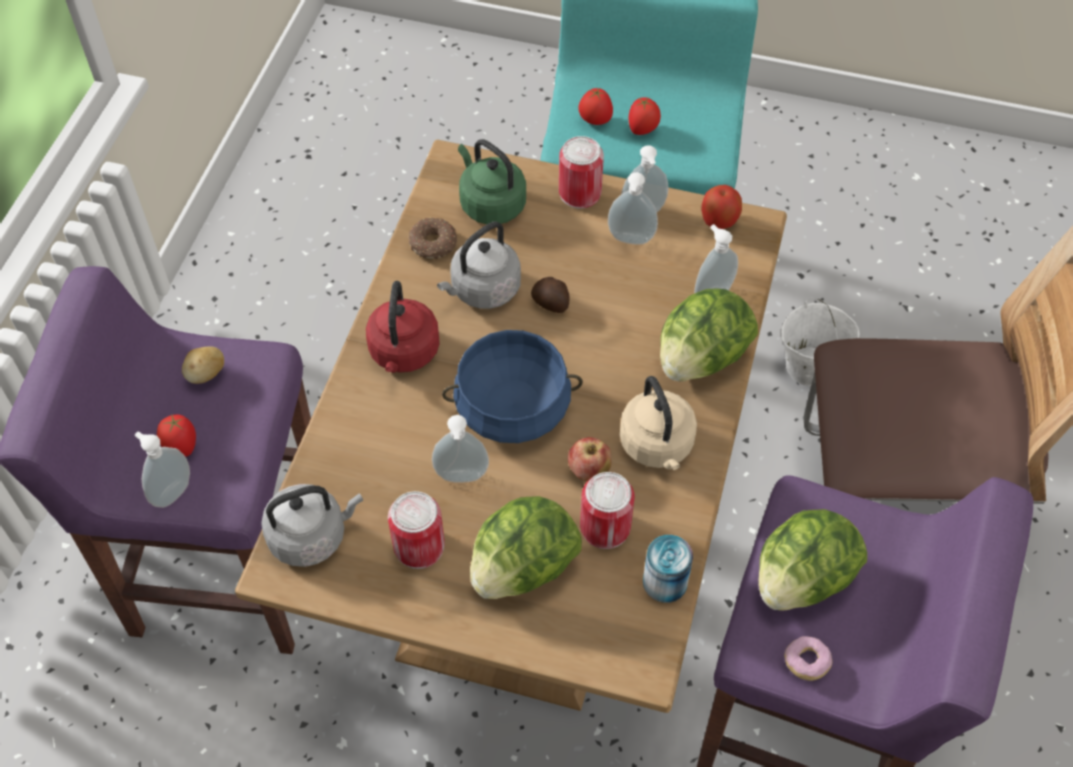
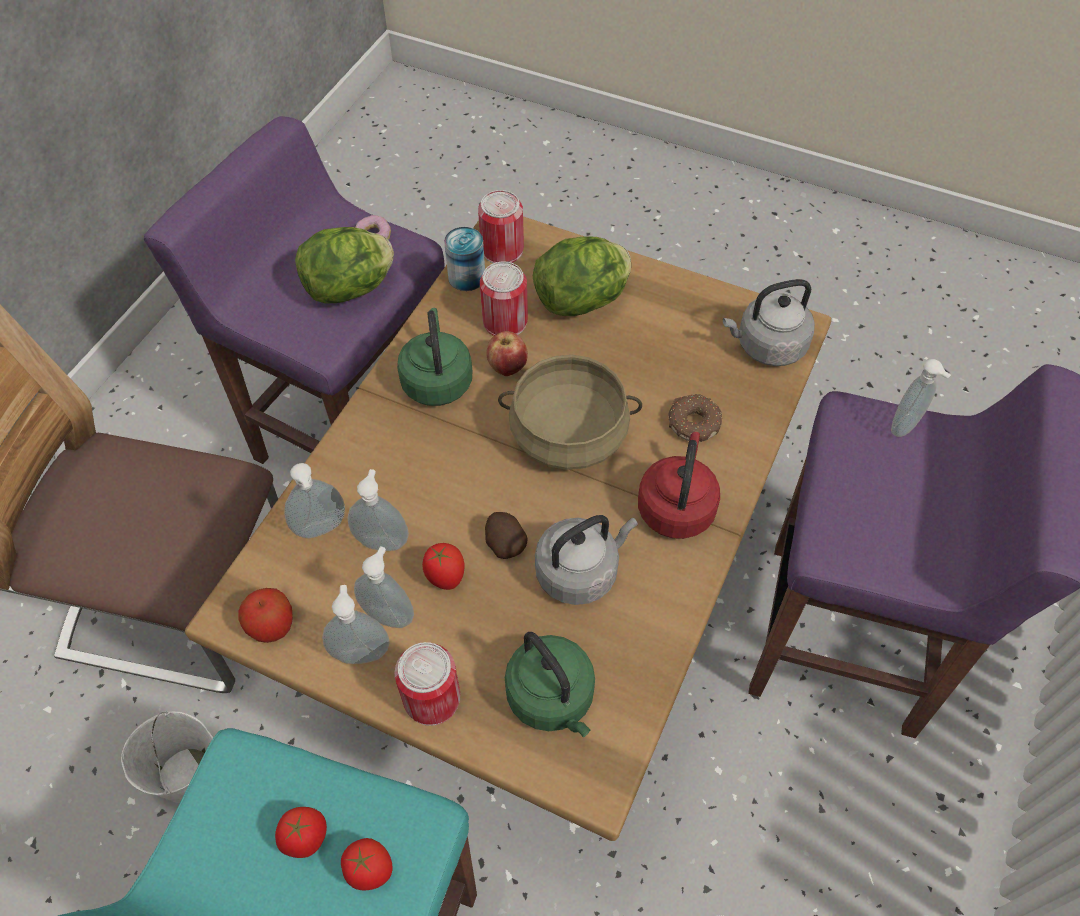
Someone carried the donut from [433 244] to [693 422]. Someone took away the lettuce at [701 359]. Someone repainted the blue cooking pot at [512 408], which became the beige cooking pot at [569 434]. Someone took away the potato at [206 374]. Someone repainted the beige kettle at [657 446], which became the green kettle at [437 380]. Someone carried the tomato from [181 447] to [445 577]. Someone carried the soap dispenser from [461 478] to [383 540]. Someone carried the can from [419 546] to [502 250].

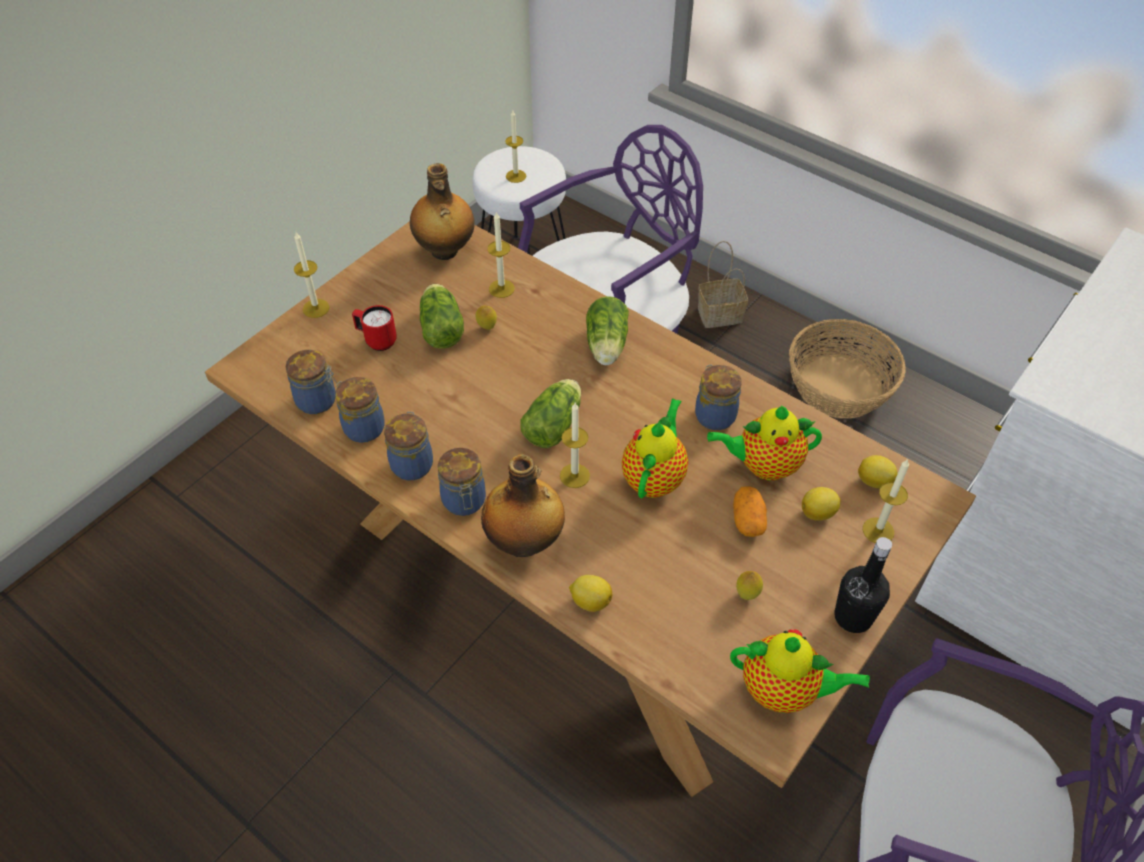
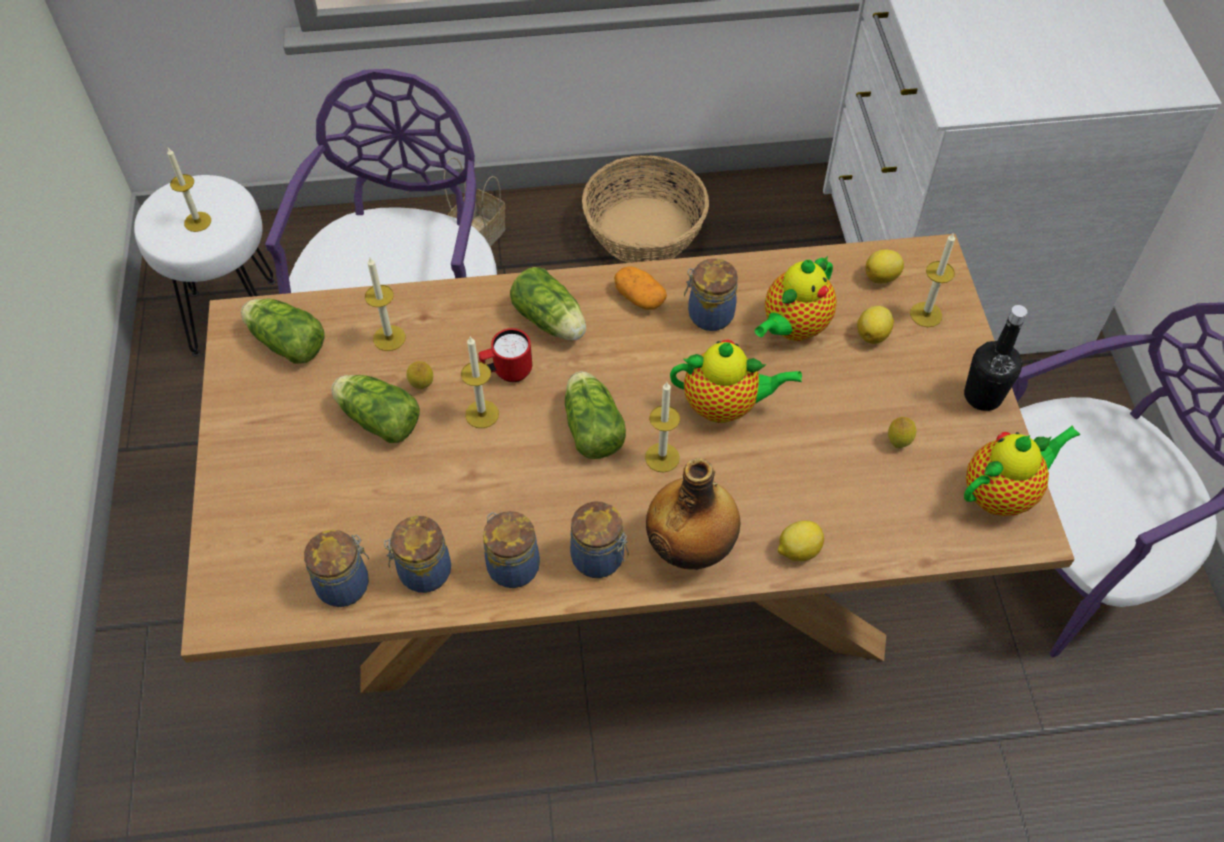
Someone swapped the bottle at [445 251] for the lettuce at [285 341]. Someone carried the candle from [316 308] to [482 414]. Someone carried the red mug from [376 340] to [507 372]. Someone rotated the teapot at [654 477] by 120 degrees clockwise. Someone carried the potato from [748 520] to [639 298].

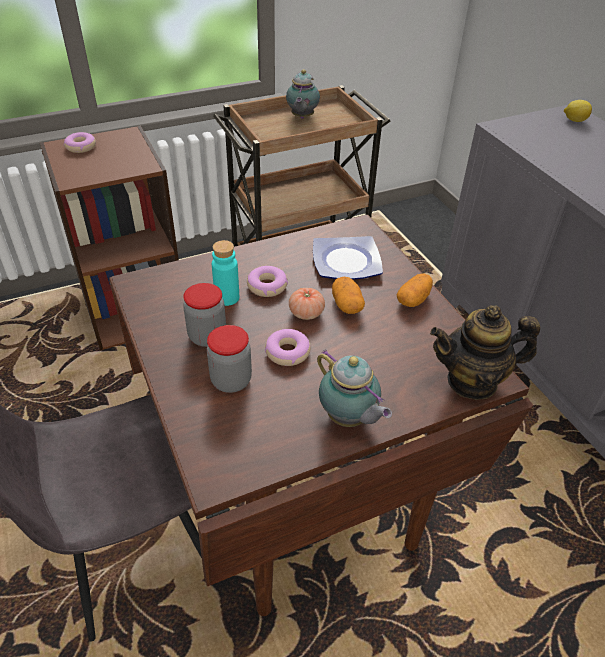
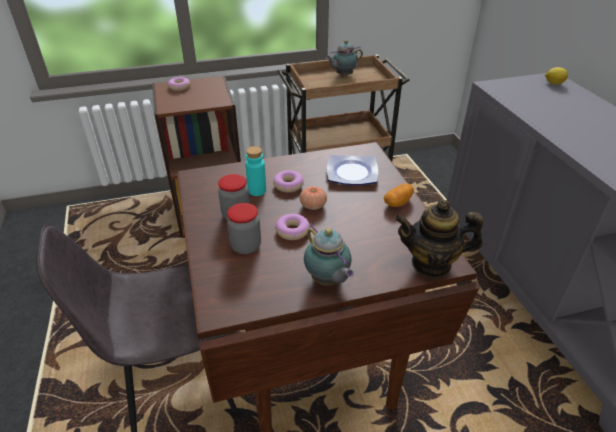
Someone rotated the teapot at [301 117] by 45 degrees clockwise. Someone took away the potato at [346 305].

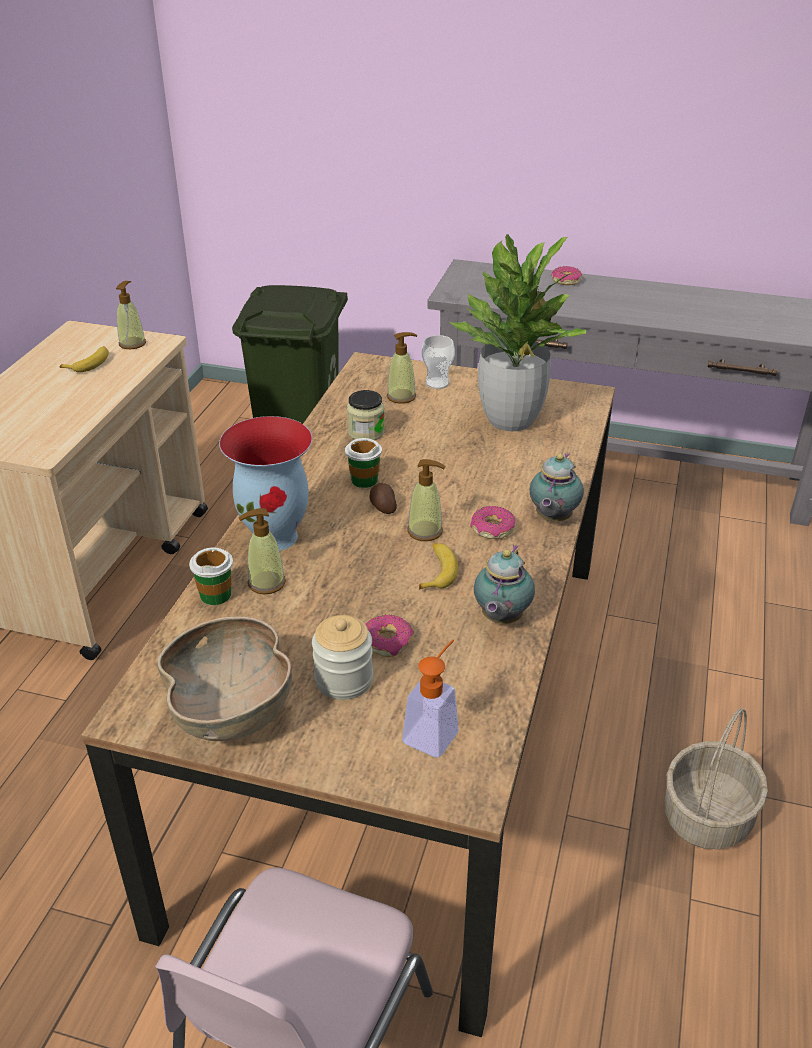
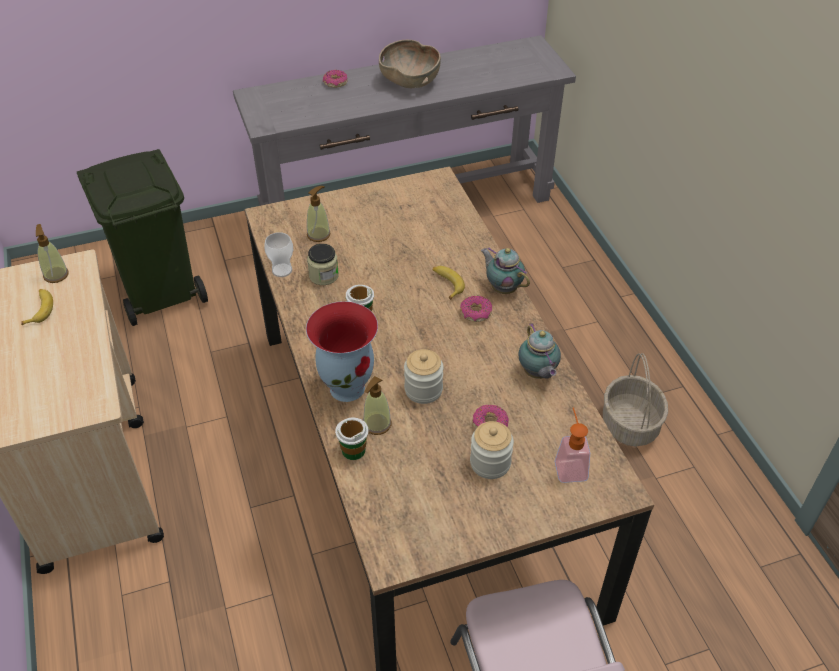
Someone took away the potted plant at [511 419]. Someone carried the cup from [437 383] to [282 270]. Someone rotated the teapot at [552 519] by 150 degrees clockwise. Someone took away the soap dispenser at [425 531]. Someone took away the potato at [383 507]. Someone carried the banana from [437 571] to [447 284]. Someone carried the brown bowl from [231 709] to [410 81]. Someone put down the jar at [423 390].

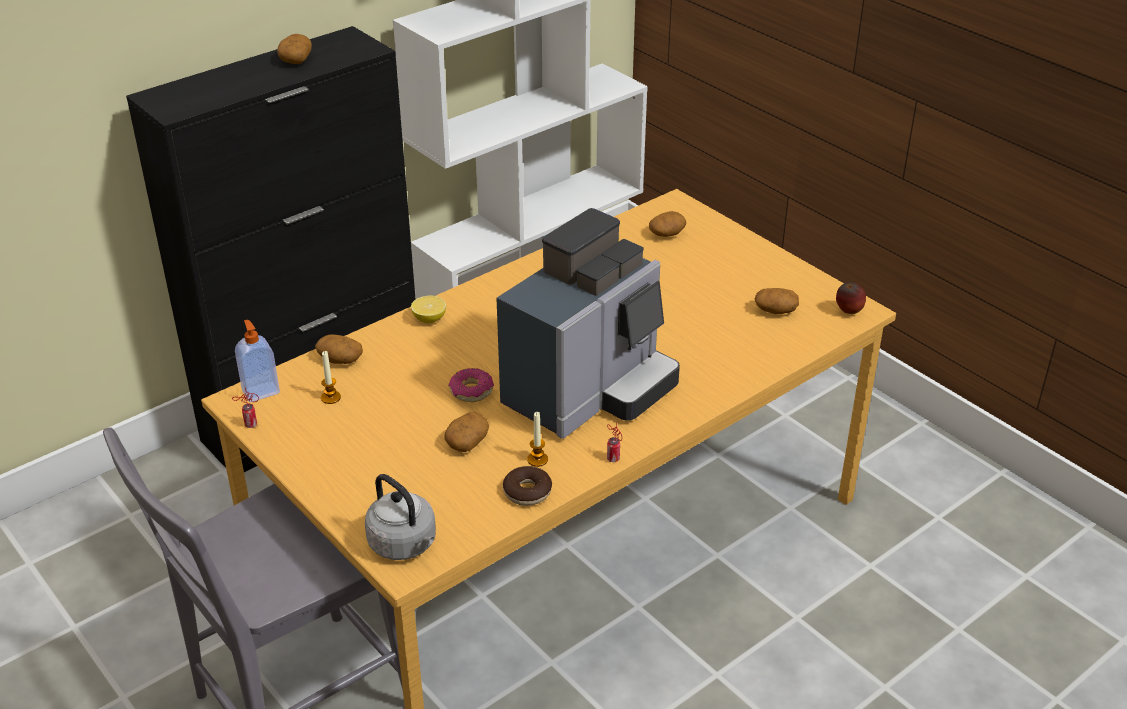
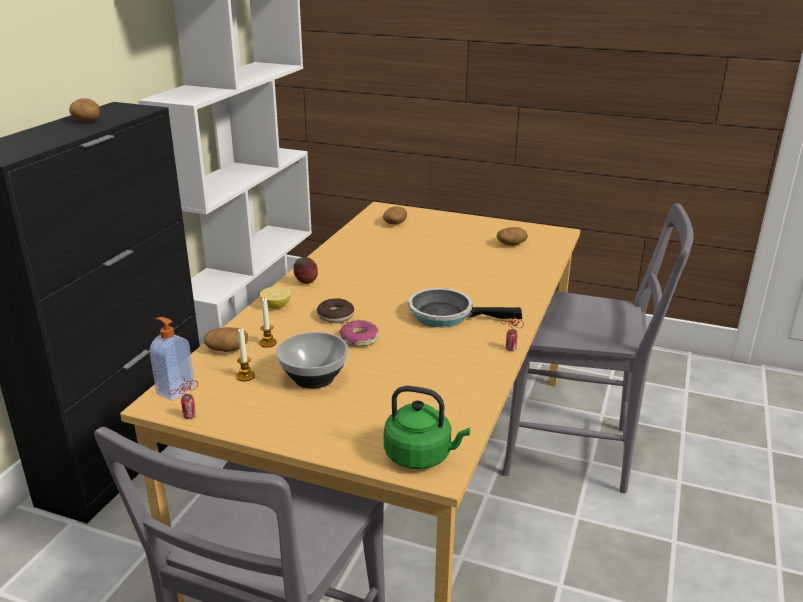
Someone swapped the coffee machine at [590 391] for the frying pan at [446 315]. Someone carried the apple from [848 312] to [306 283]. Someone took away the potato at [467 442]. Someone carried the candle from [537 459] to [268 343]. Someone carried the donut from [527 492] to [335 316]. Someone repainted the grey kettle at [405 545], which became the green kettle at [421 456]. Someone put down the grey chair at [575 452]. Someone put down the bowl at [313 378].

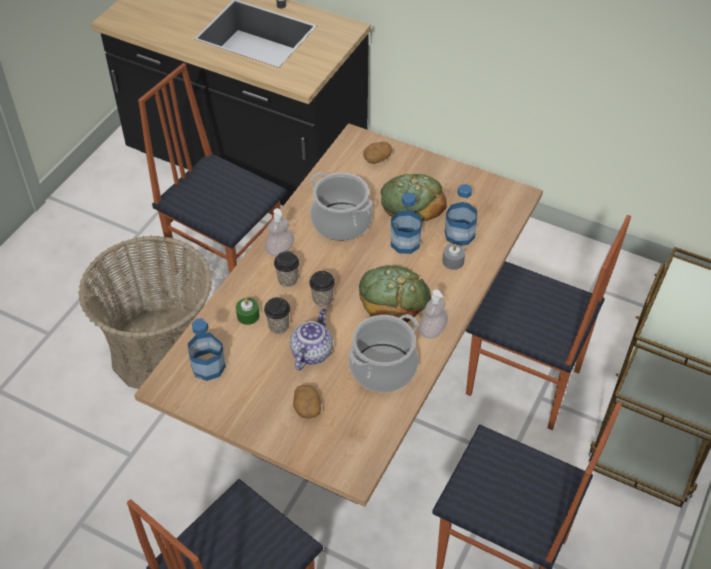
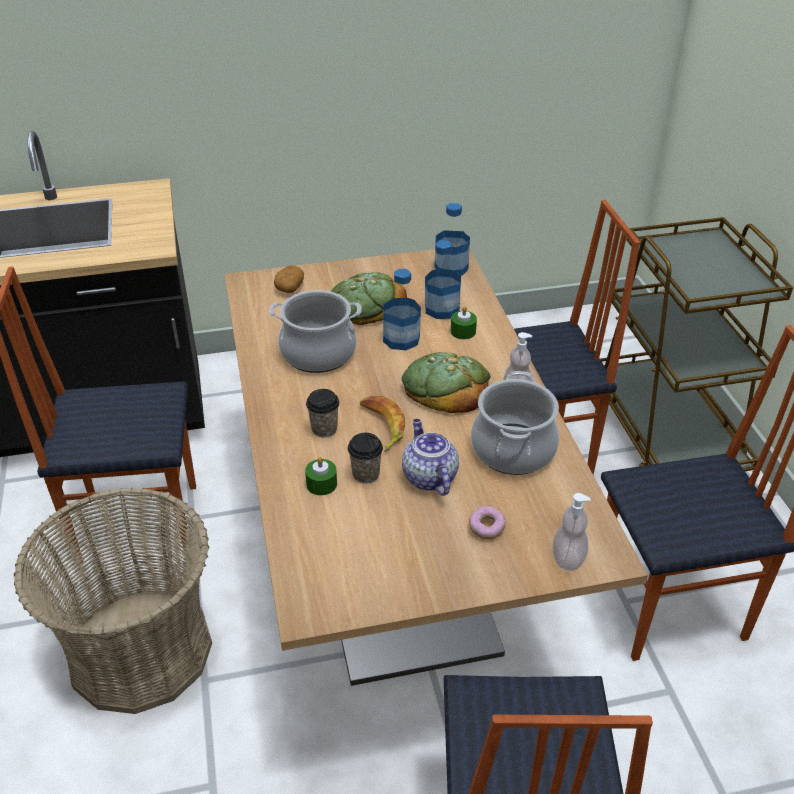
Someone carried the soap dispenser from [280 250] to [568 558]. Someone repainted the grey candle at [453 261], which became the green candle at [463 331]. Someone swapped the cup at [322 299] for the banana at [381 426]. Someone carried the bottle from [208 366] to [451 268]. Someone swapped the potato at [307 407] for the donut at [486 528].

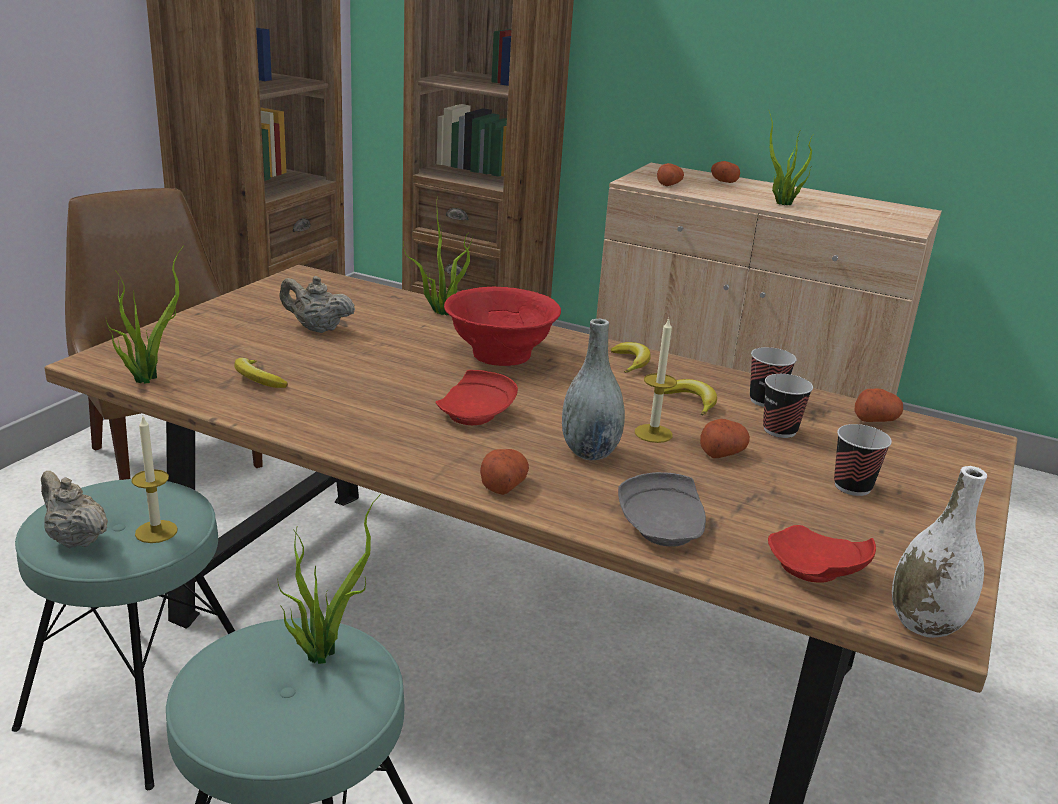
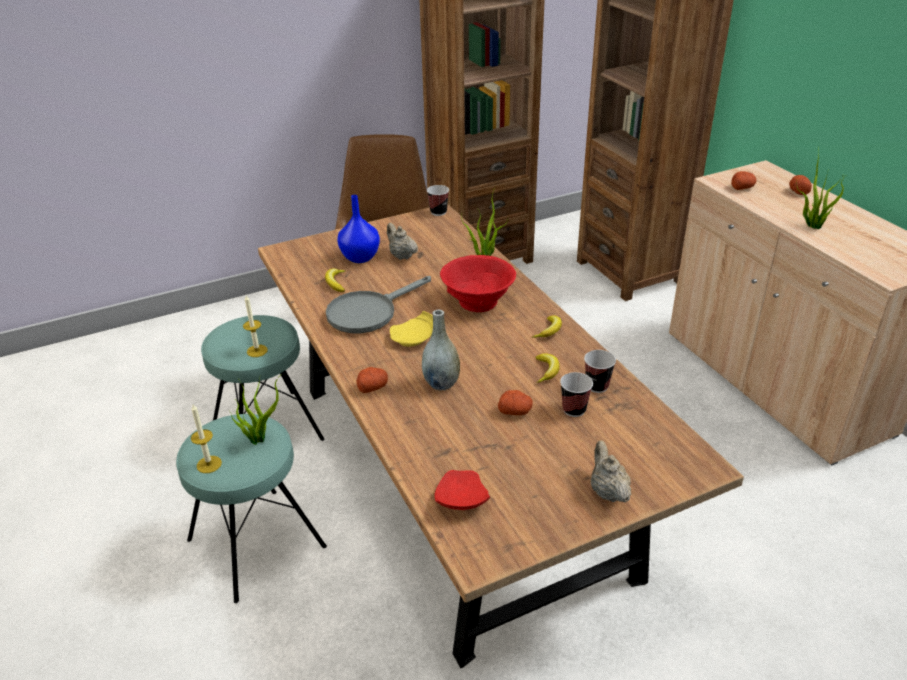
Someone took away the potted plant at [146 377]. Someone carried the candle from [653 433] to [209 464]. Someone repainted the red plate at [476 413], which became the yellow plate at [414 338]. Someone took away the potato at [875 419]. Someone carried the cup from [852 486] to [438 212]. Someone took away the white vase at [924 624]. Someone carried the beige teapot from [76 539] to [607 491]. Someone took away the grey plate at [663 527]. Someone put down the blue vase at [361 257]. Someone put down the grey frying pan at [369 312].

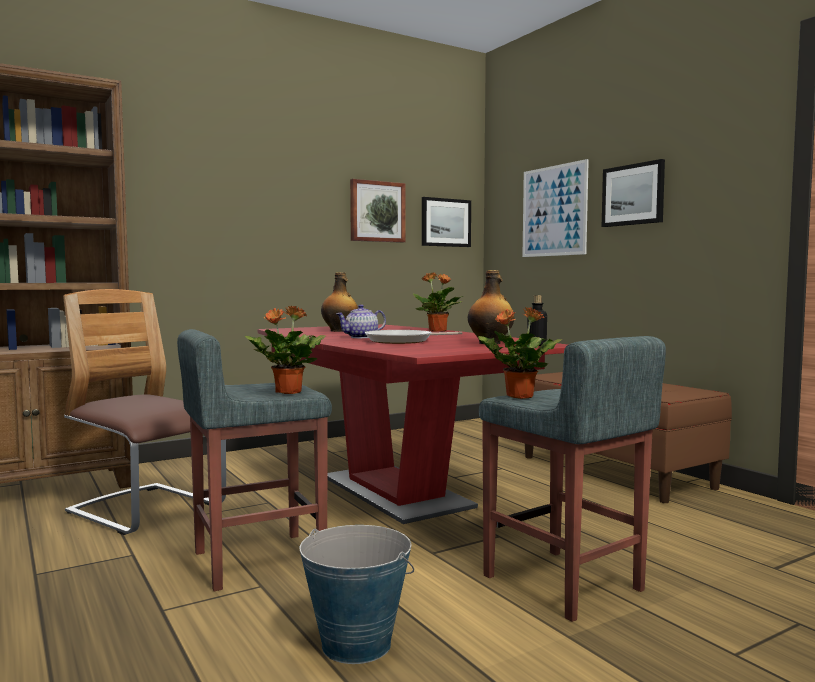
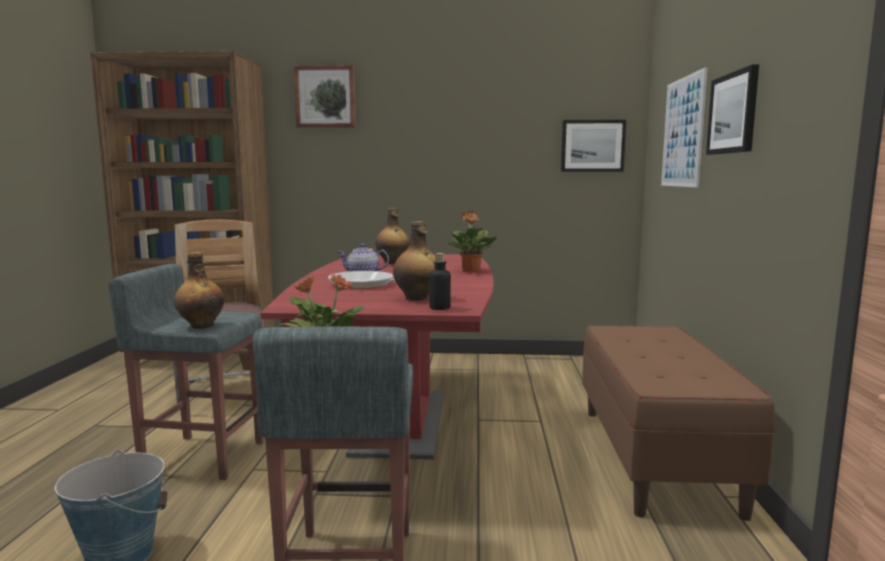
Someone carried the picture from [377 211] to [325 97]. Someone swapped the potted plant at [287 392] for the bottle at [201 326].

